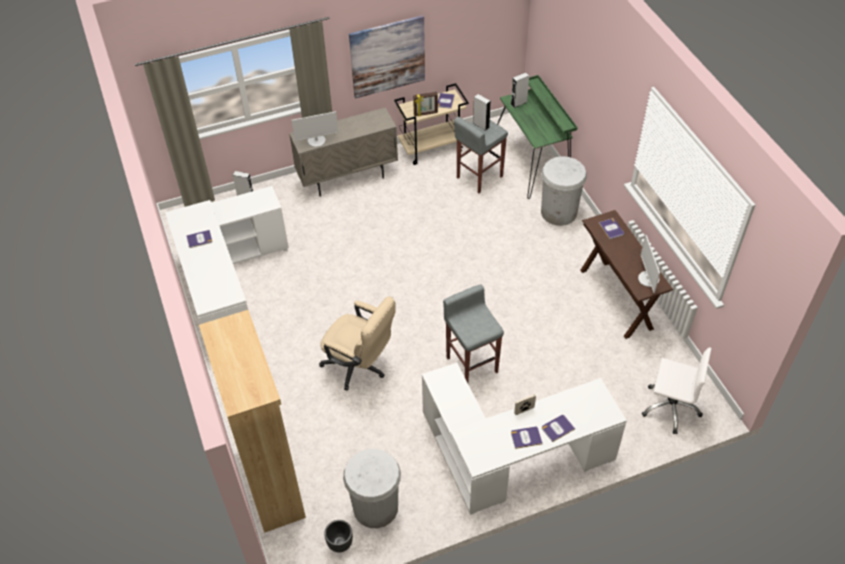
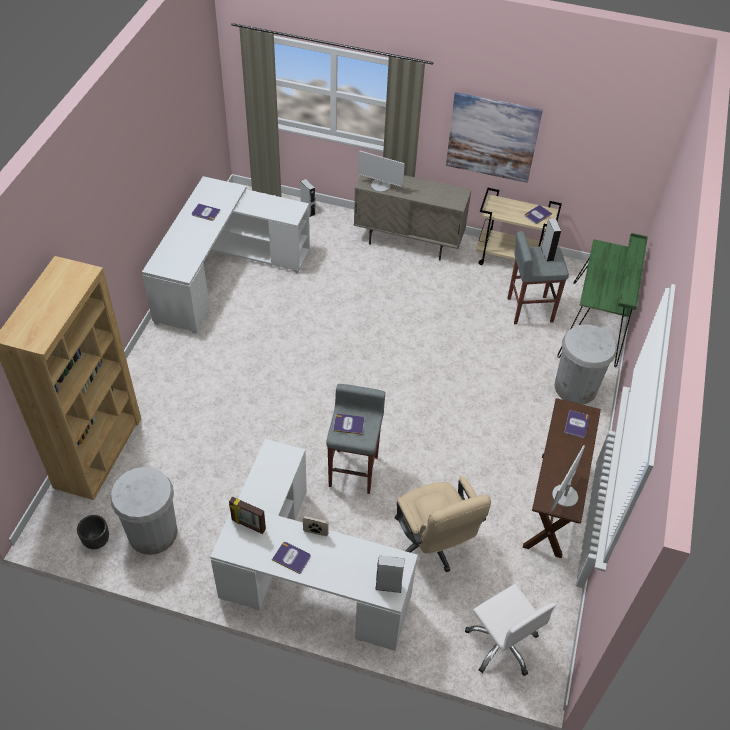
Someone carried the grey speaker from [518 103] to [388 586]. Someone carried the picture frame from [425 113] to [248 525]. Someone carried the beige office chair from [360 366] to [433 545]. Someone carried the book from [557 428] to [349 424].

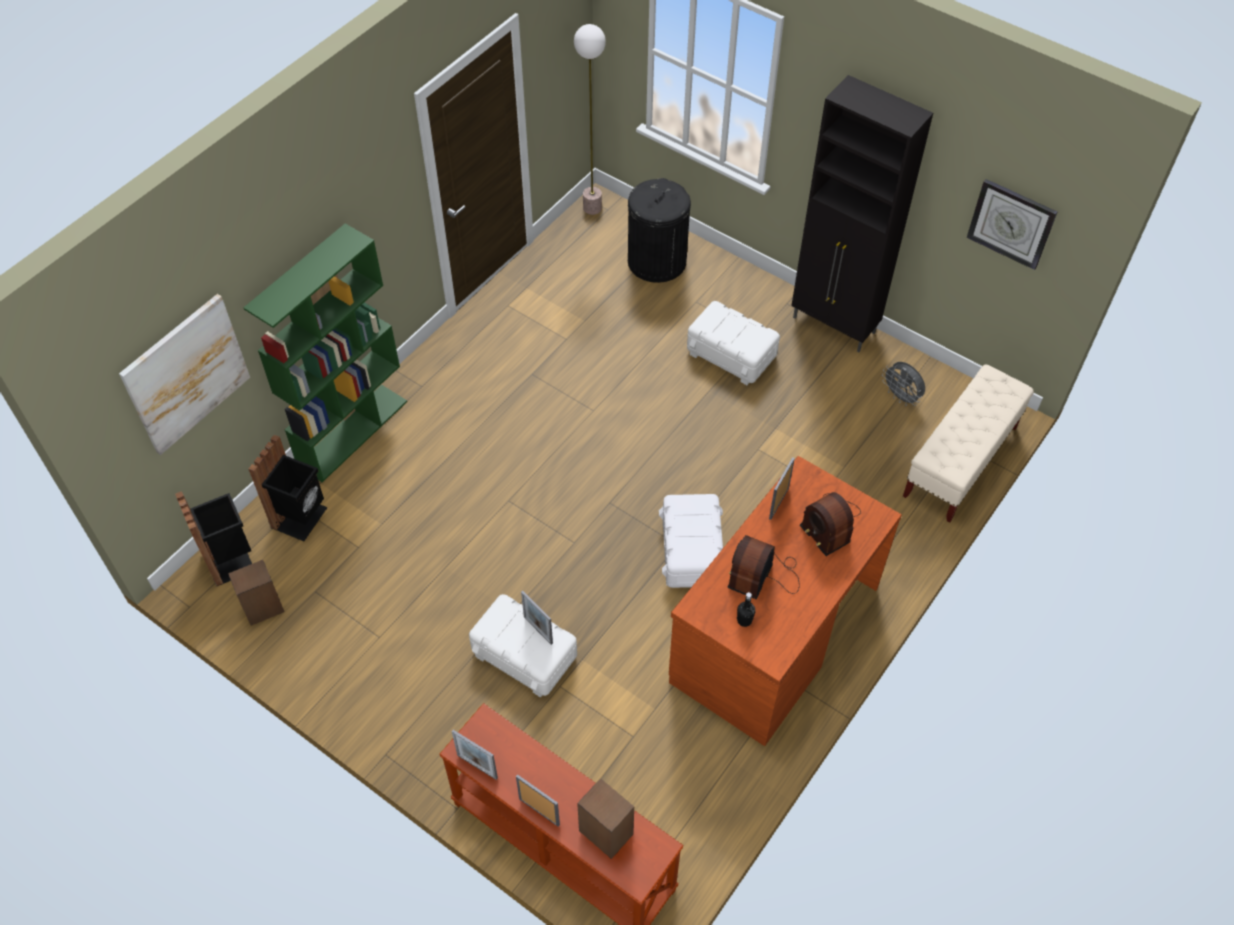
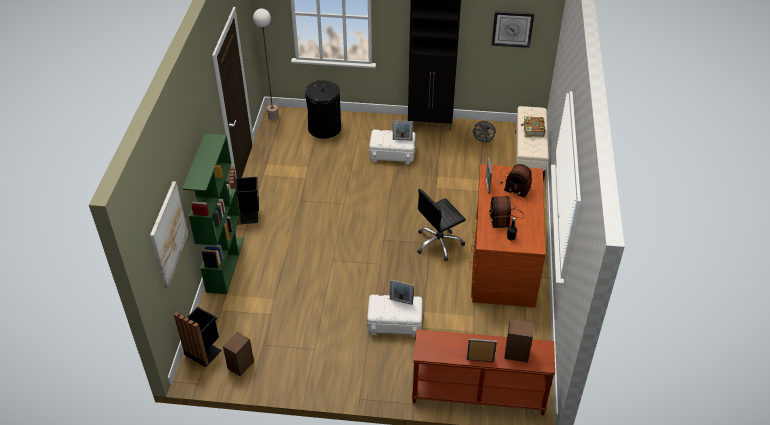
Someone carried the black trash can from [302 518] to [249 215]. Someone swapped the white storage box at [691 551] for the black office chair at [439 243]. Someone carried the picture frame from [477 766] to [402 139]. Someone put down the book at [533 130].

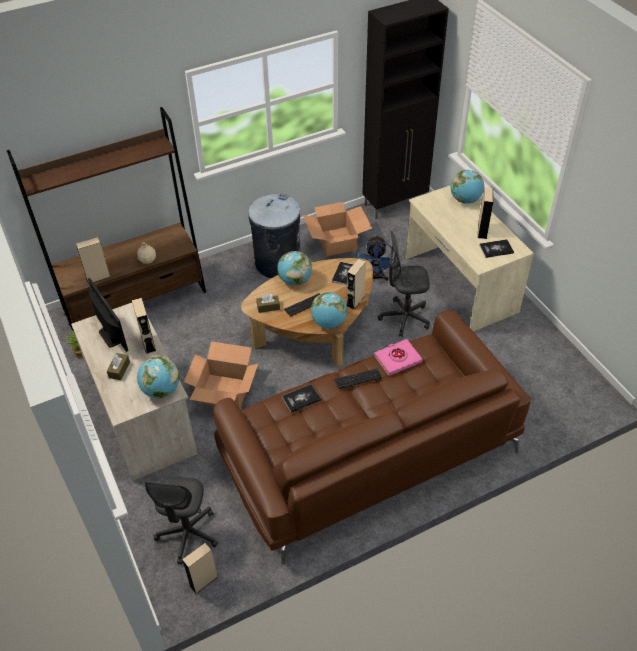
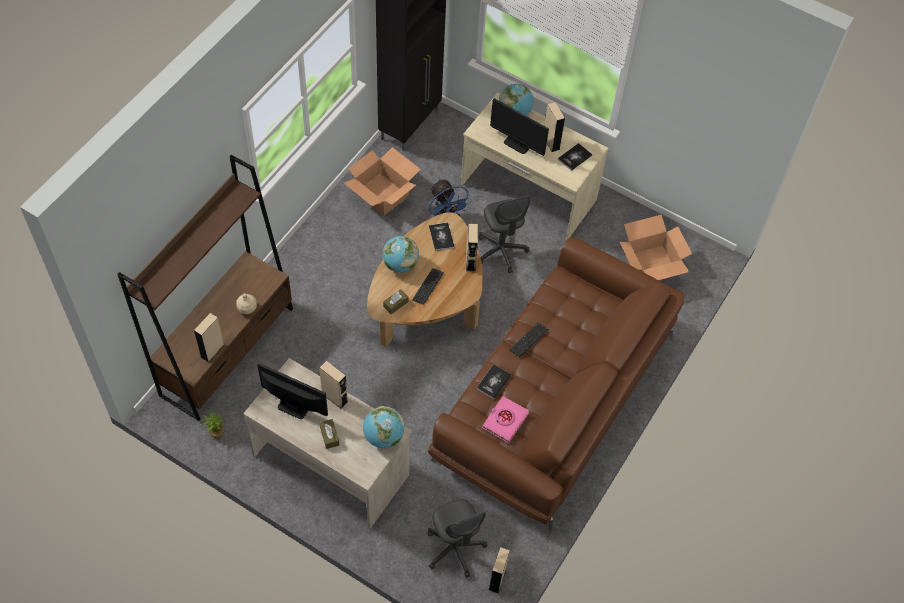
Someone took away the grey trash can at [277 263]. Someone rotated the grey office chair at [404 318] by 75 degrees counterclockwise. Someone took away the globe at [329 323]. Someone carried the pink book from [397 359] to [505 420]. Someone carried the cardboard box from [224 392] to [651 264]. Someone put down the monitor at [517 143].

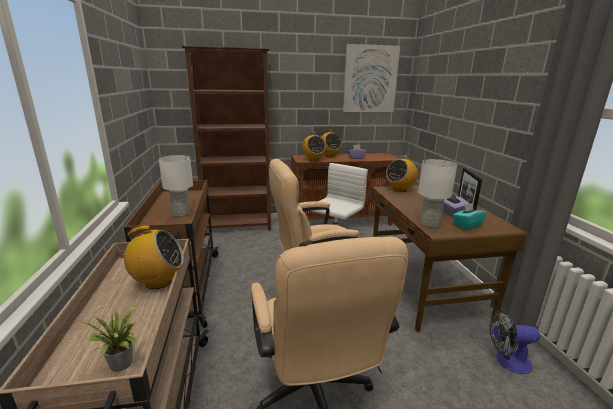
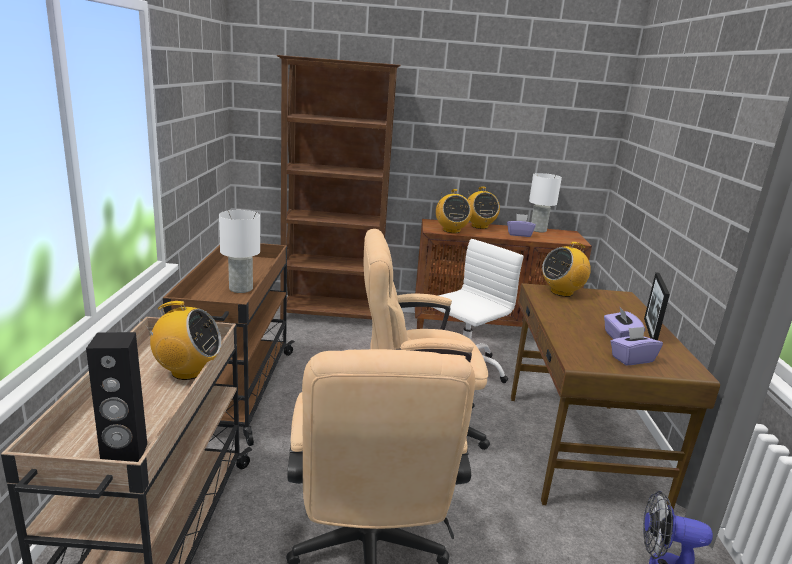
Someone took away the picture at [370 79]. Someone carried the white table lamp from [429 223] to [538 230]. Someone repainted the turquoise tissue box at [467 225], which became the purple tissue box at [632 359]. Someone swapped the potted plant at [121 366] for the black speaker at [124 454].

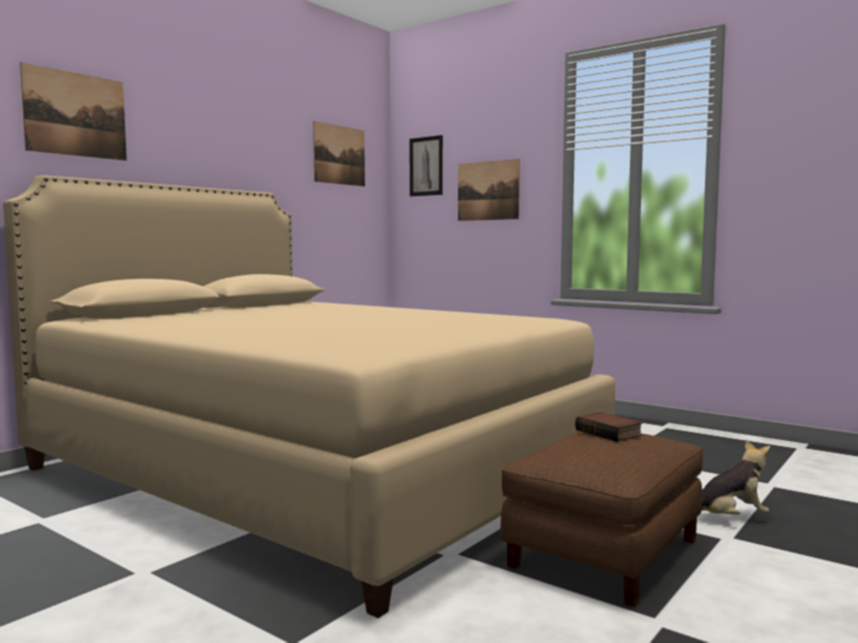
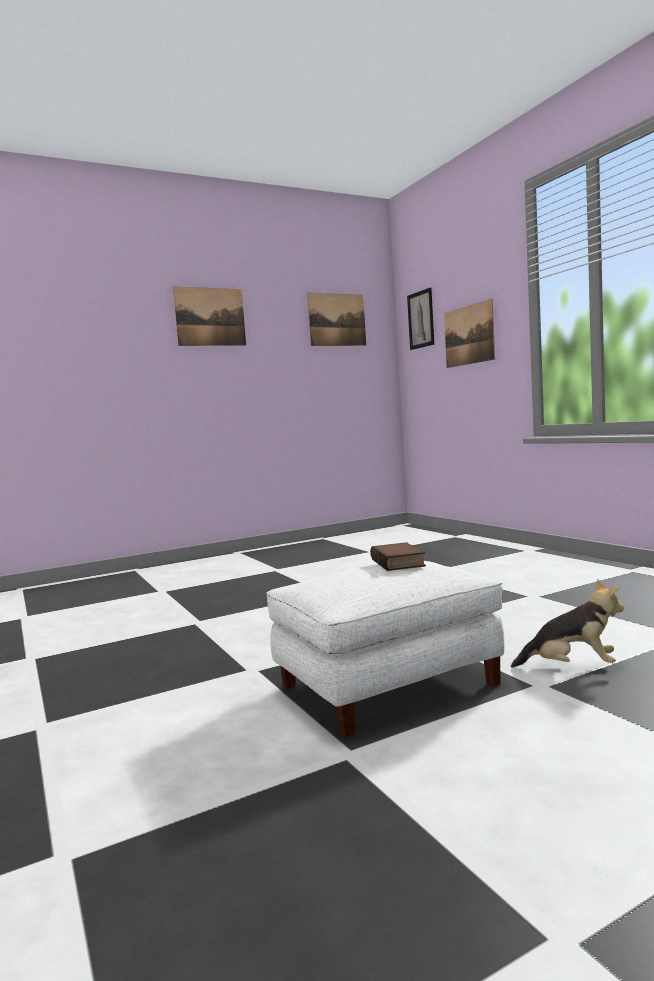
Someone carried the picture from [76 114] to [210 317]. Someone took away the beige bed at [312 471]. Someone repainted the brown ottoman at [603 552], which became the white ottoman at [388 684].

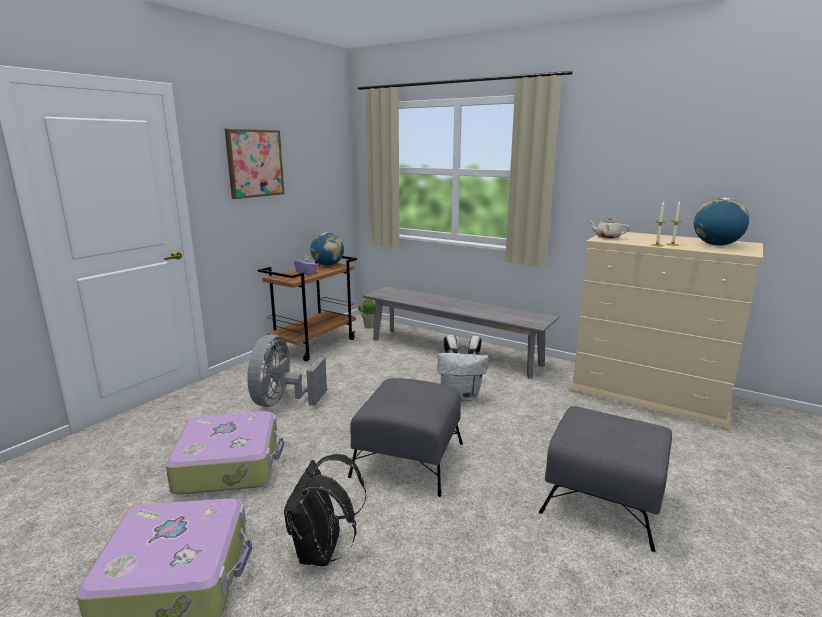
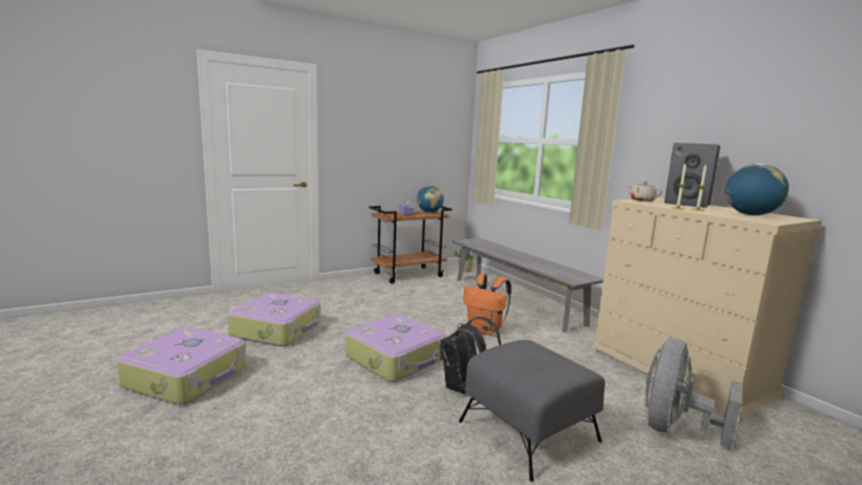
Someone took away the picture at [254 163]. Someone carried the grey fan from [282 402] to [675 428]. Someone repainted the white backpack at [461 396], which became the orange backpack at [485 330]. Someone swapped the grey ottoman at [409 459] for the suitcase at [396 358]. Someone carried the black backpack from [322 552] to [464 387]. Someone put down the speaker at [687 204].

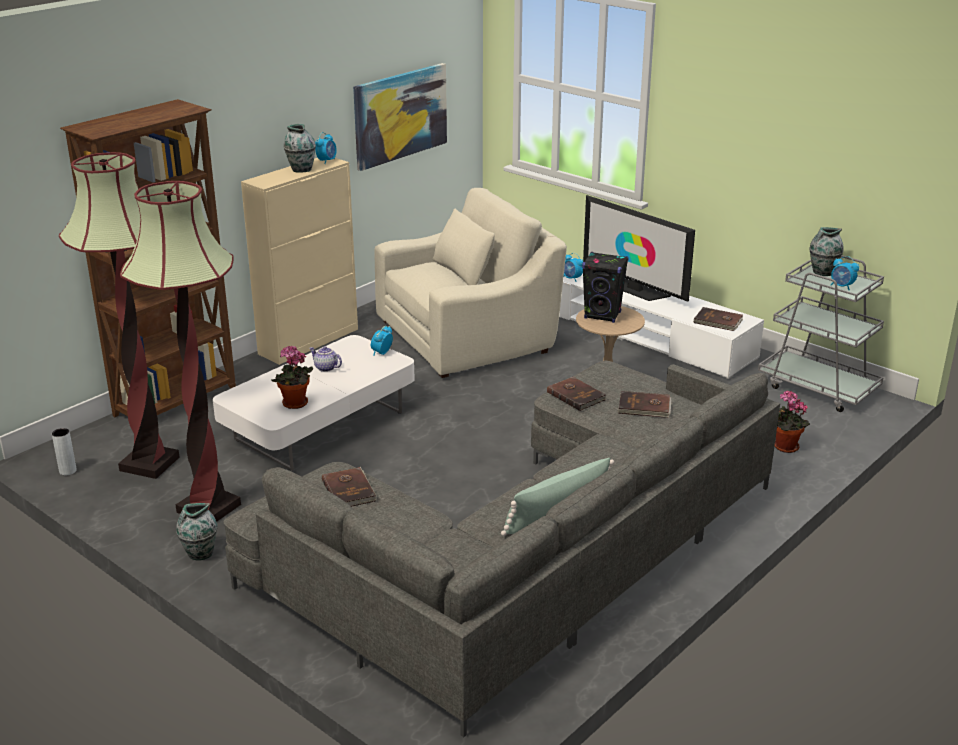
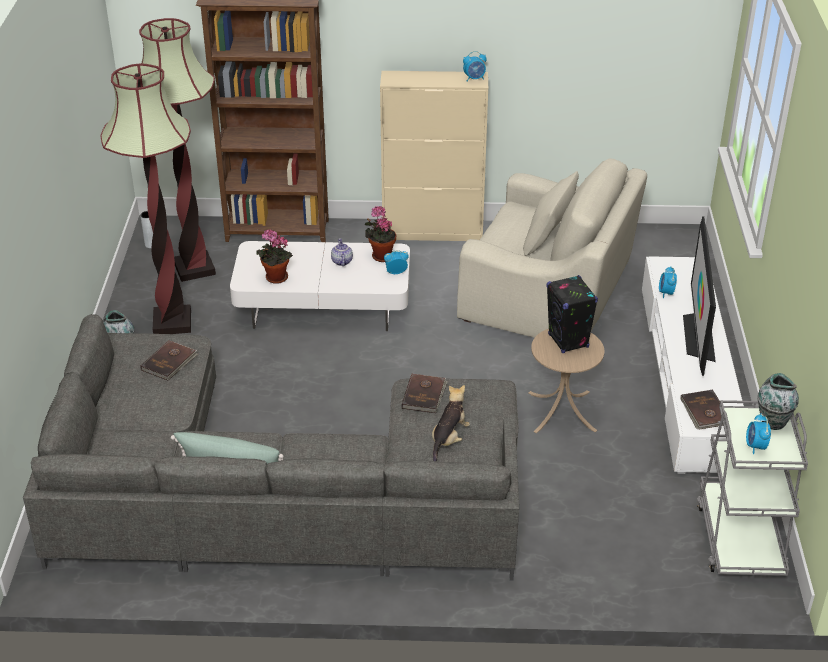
Someone took away the picture at [400 115]. Someone took away the vase at [301 169]. Someone carried the potted plant from [784 447] to [381 256]. Someone swapped the brown book at [644 407] for the plush toy at [449 439].

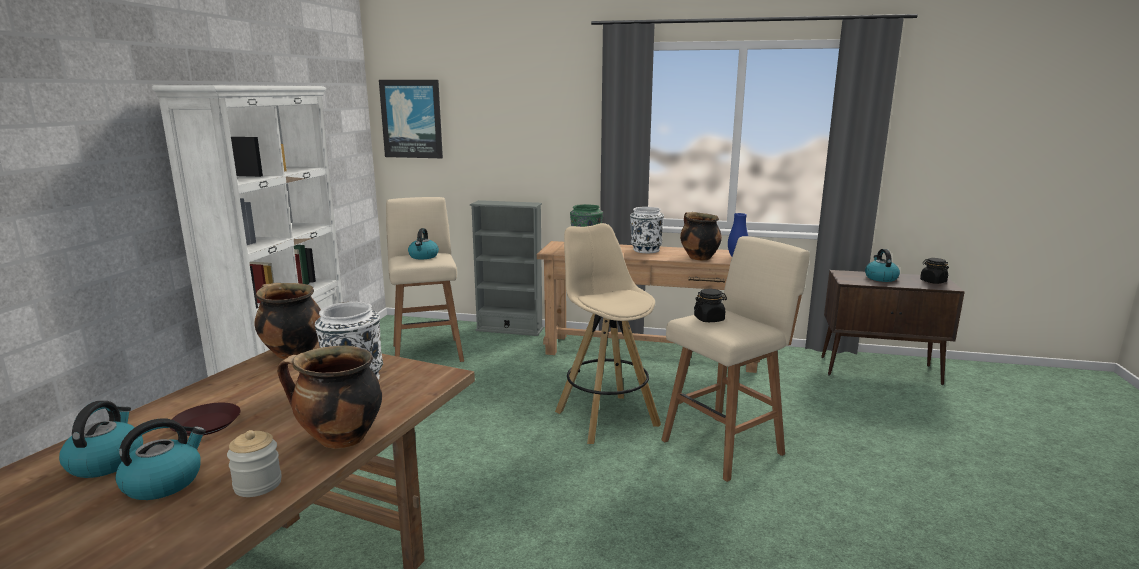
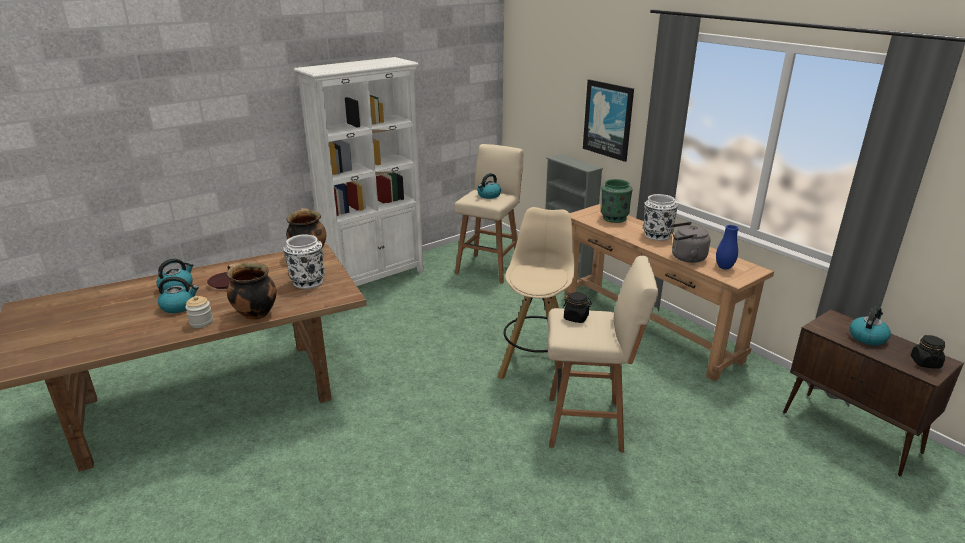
Someone carried the picture from [412 119] to [608 119]. Someone swapped the cooking pot at [698 258] for the grey kettle at [686 257].

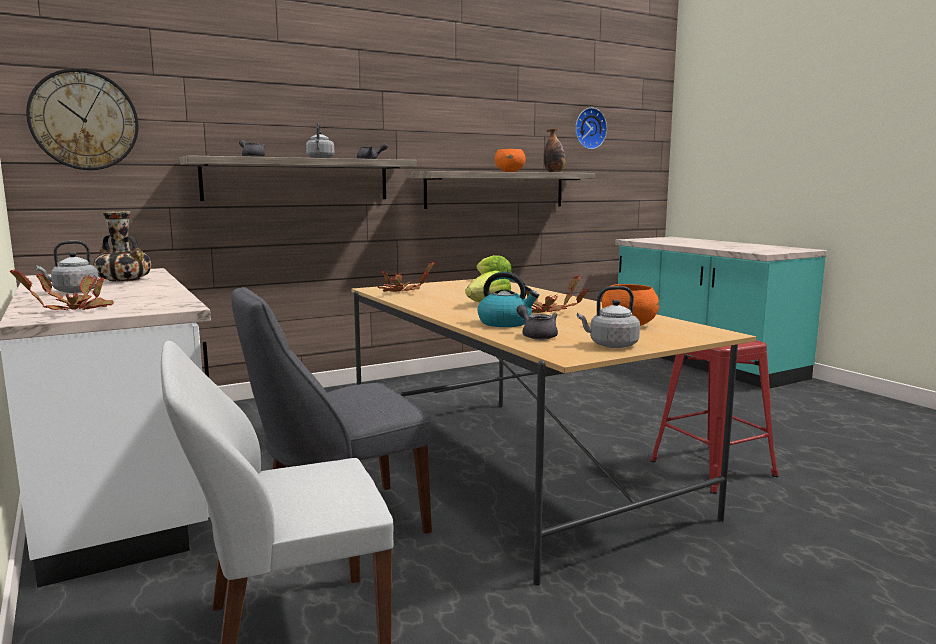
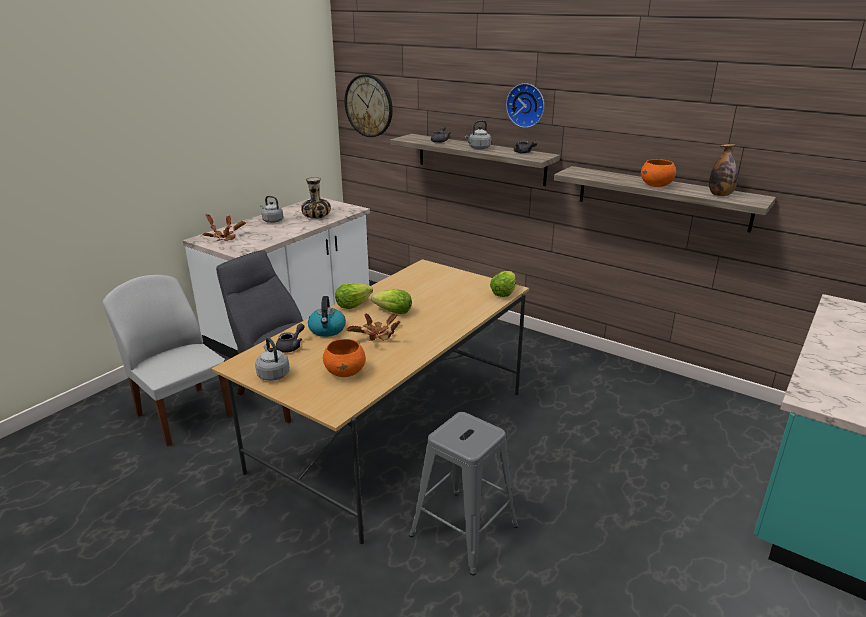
Someone carried the wall clock from [589 128] to [526 105]. Someone took away the potted plant at [402 291]. Someone repainted the red stool at [714 468], which became the grey stool at [464 531]. Someone put down the lettuce at [353 305].

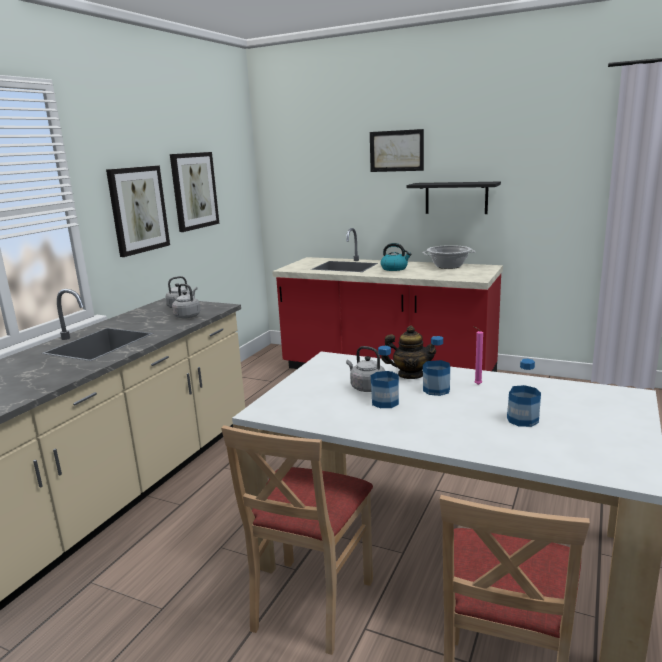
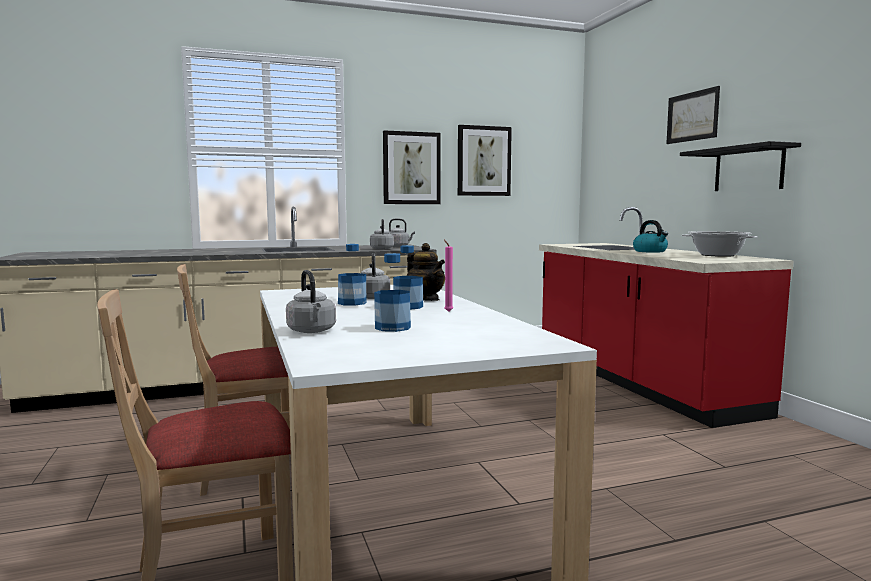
Someone put down the grey kettle at [312 331].

